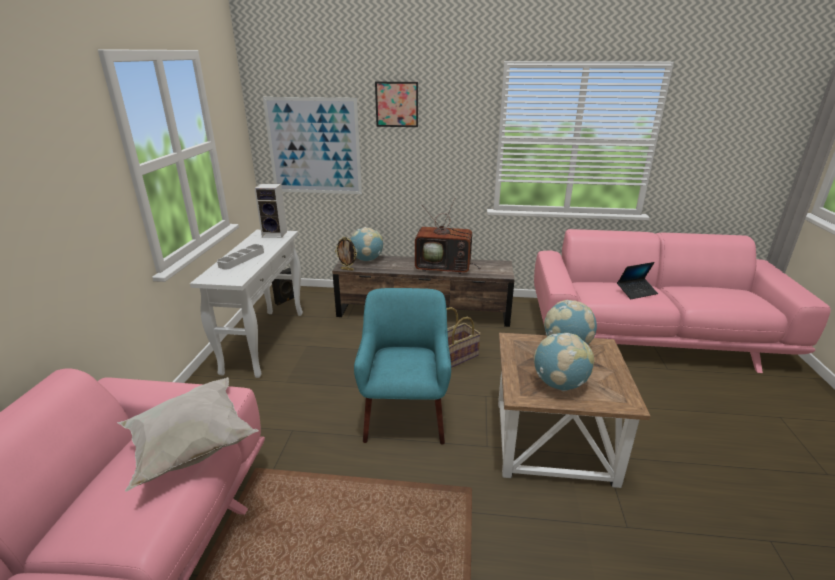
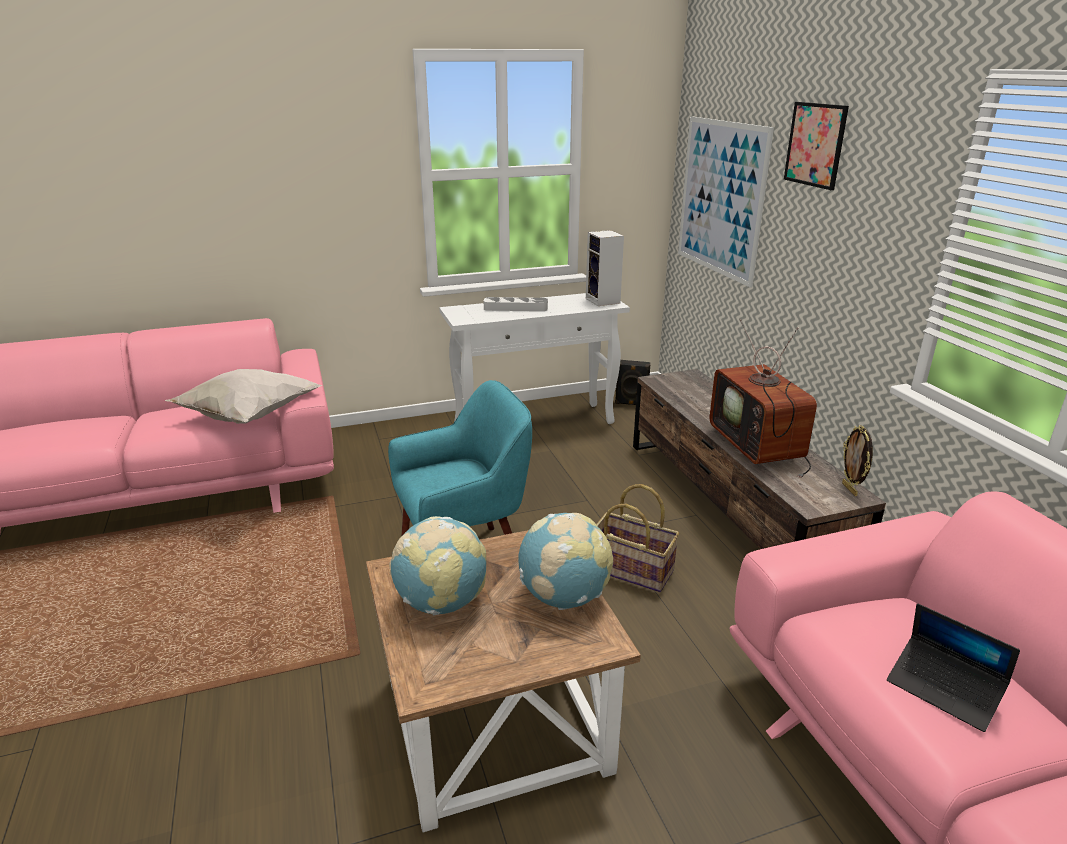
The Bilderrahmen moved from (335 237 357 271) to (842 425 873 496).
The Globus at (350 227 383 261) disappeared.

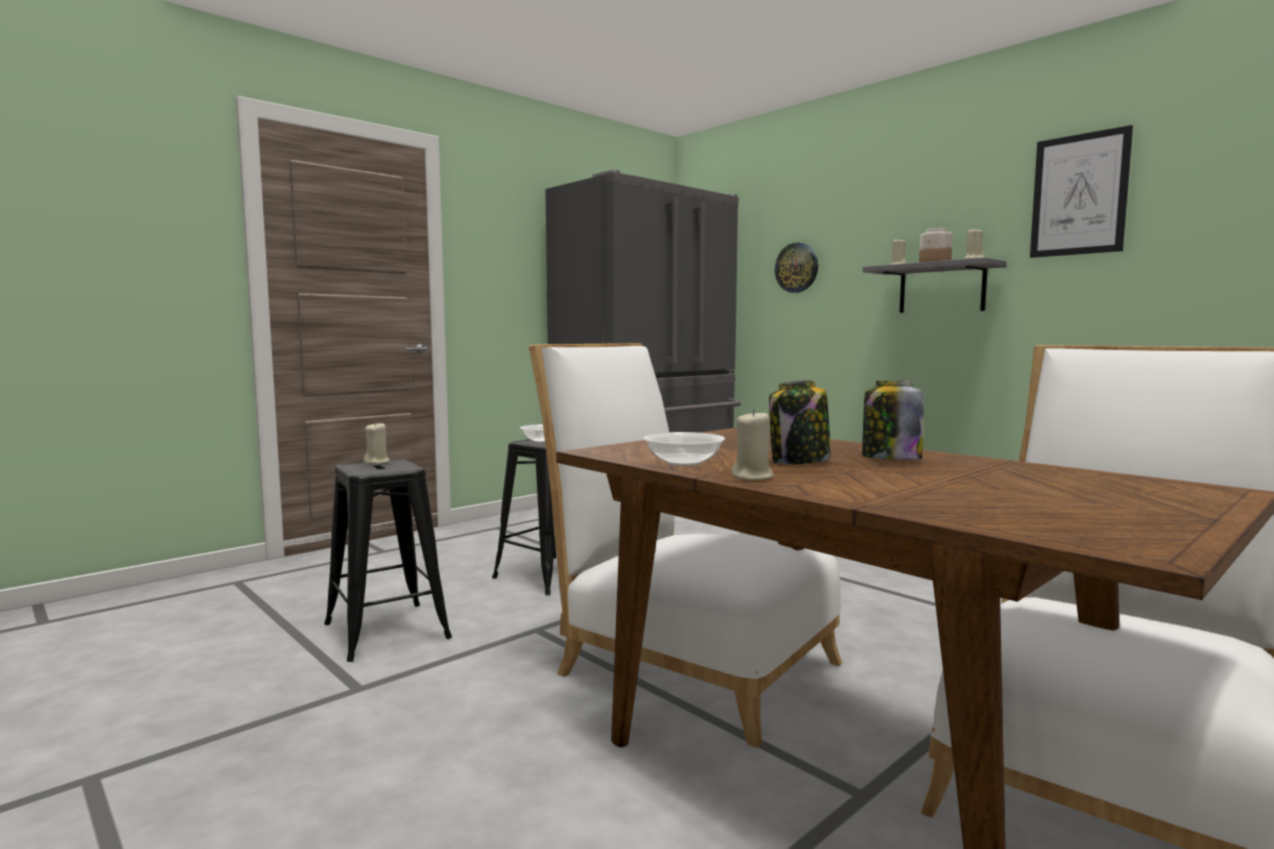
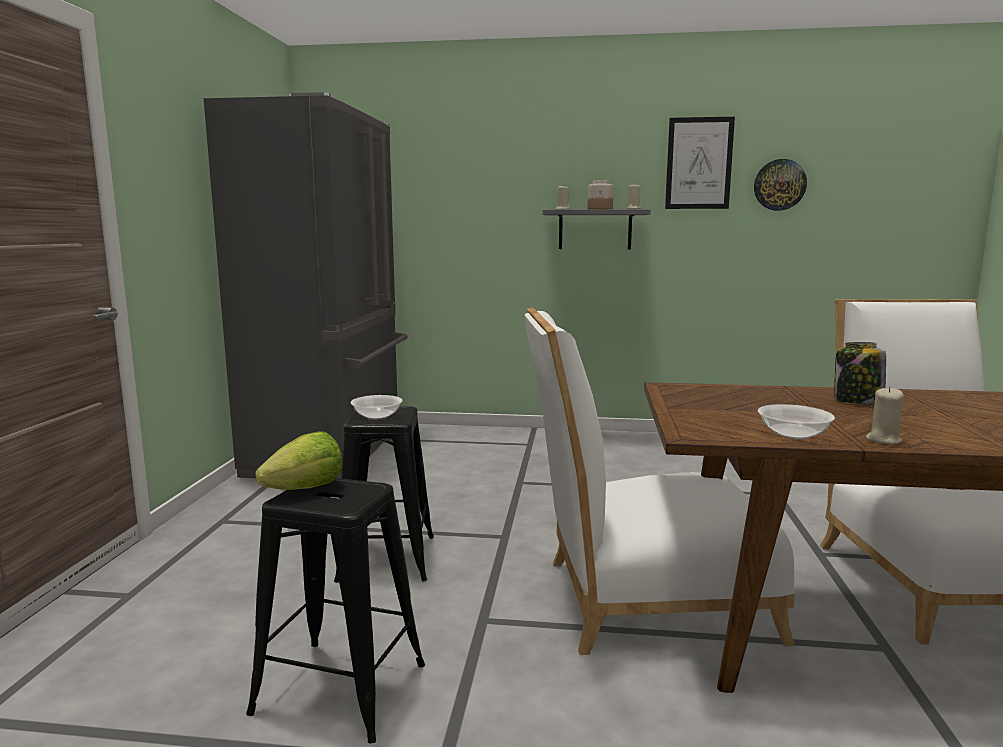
The Kerze [beige] at (363 422 390 464) was replaced by the Salatkopf at (255 431 342 490).
The Wanduhr moved from (775 242 818 293) to (754 159 807 211).
The Vorratsglas at (769 380 831 465) disappeared.

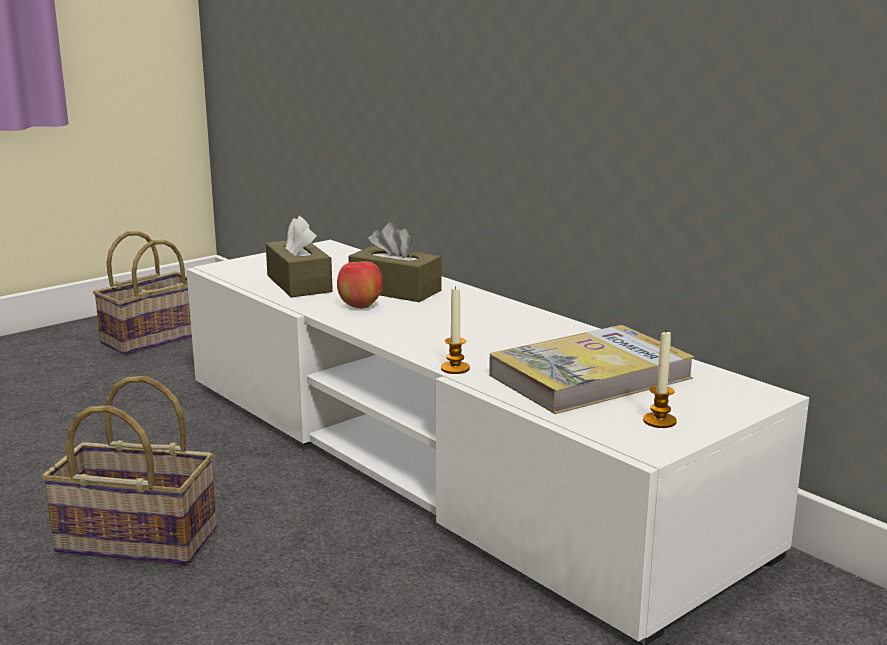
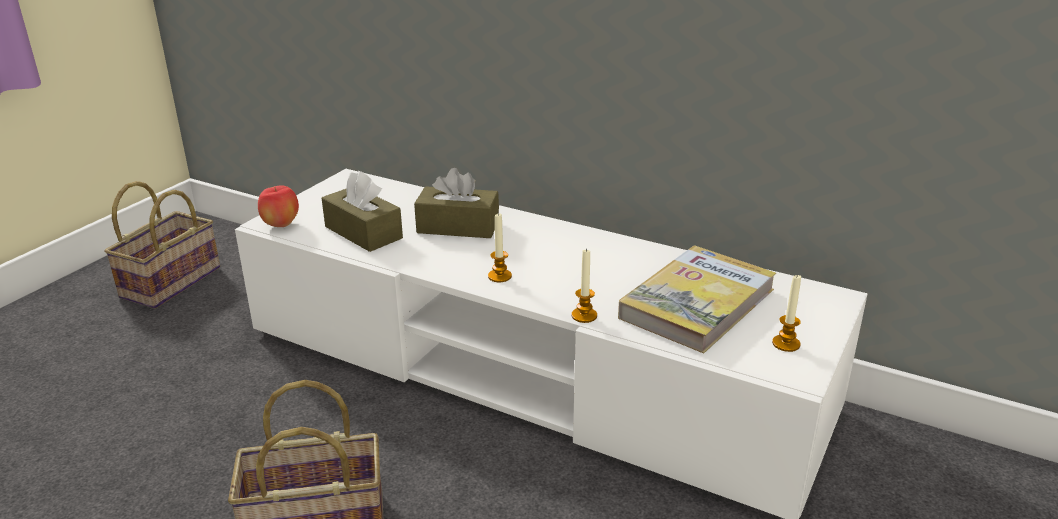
The Apfel moved from (337 261 383 308) to (258 185 299 227).
The Kerze at (488 214 512 282) appeared.

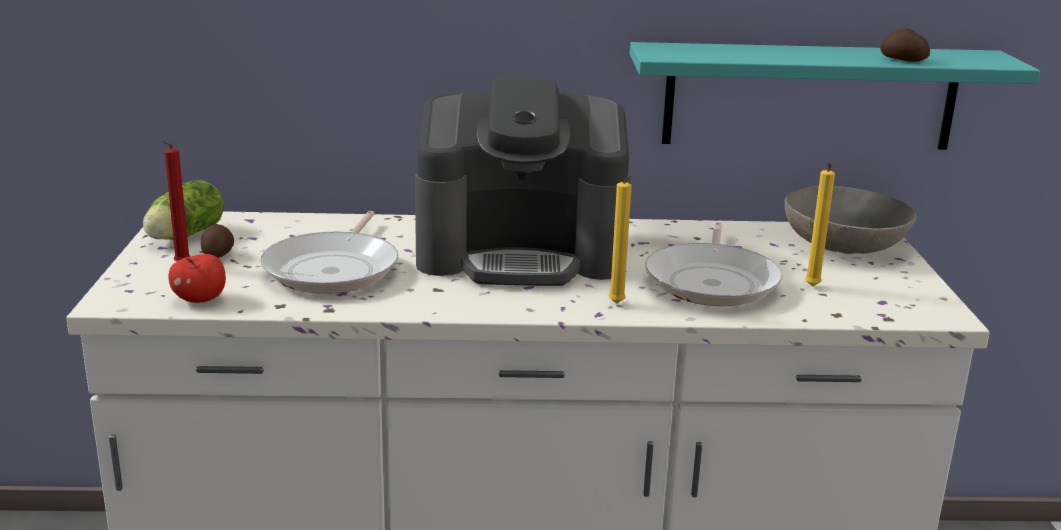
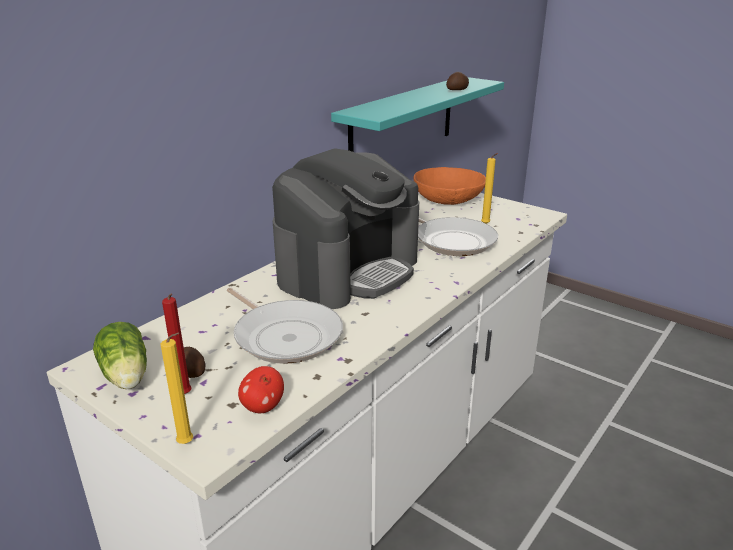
The Kerze [gelb] moved from (609 175 632 304) to (160 333 193 444).
The Schüssel [grau] at (784 186 916 253) became the Schüssel [orange] at (413 167 486 205).

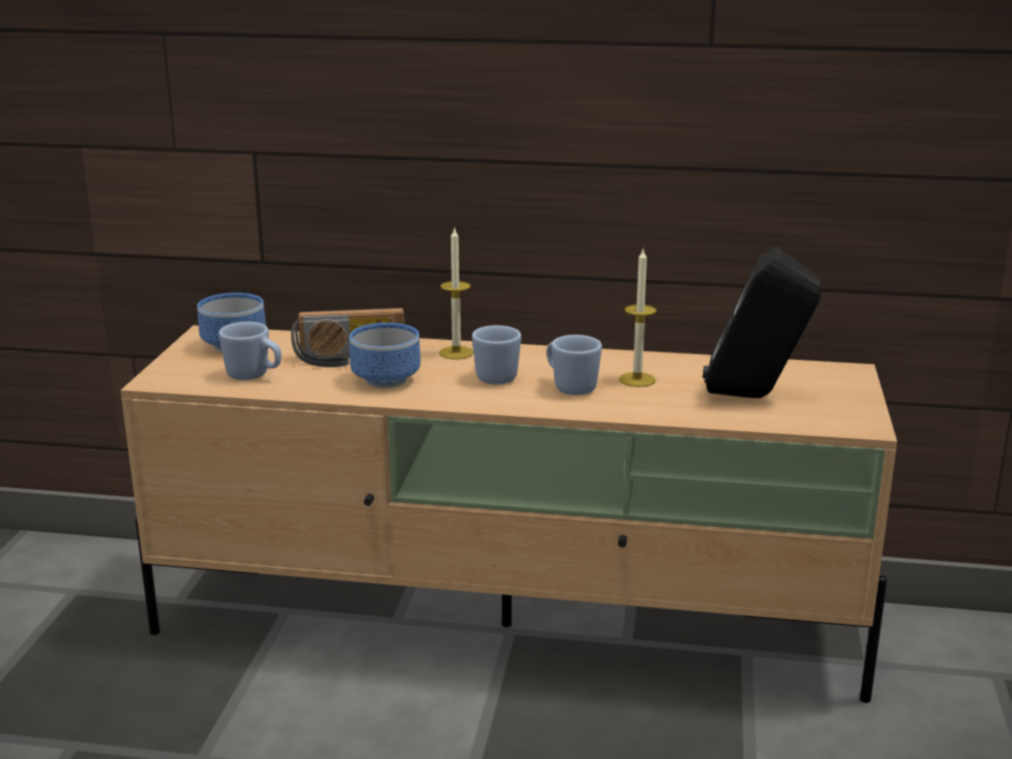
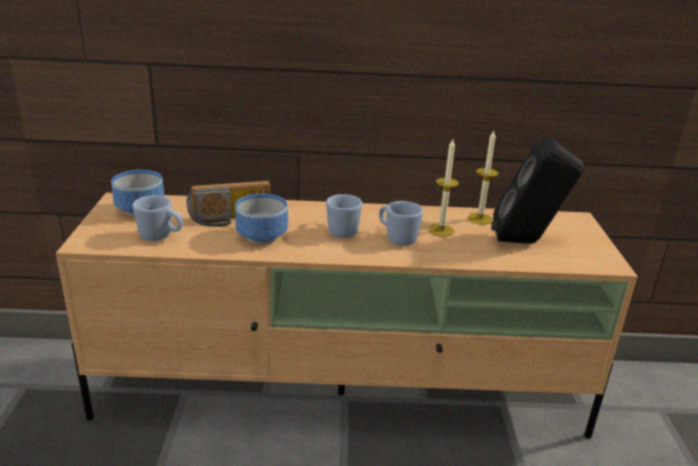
The Kerze moved from (439 226 474 359) to (468 131 498 224).

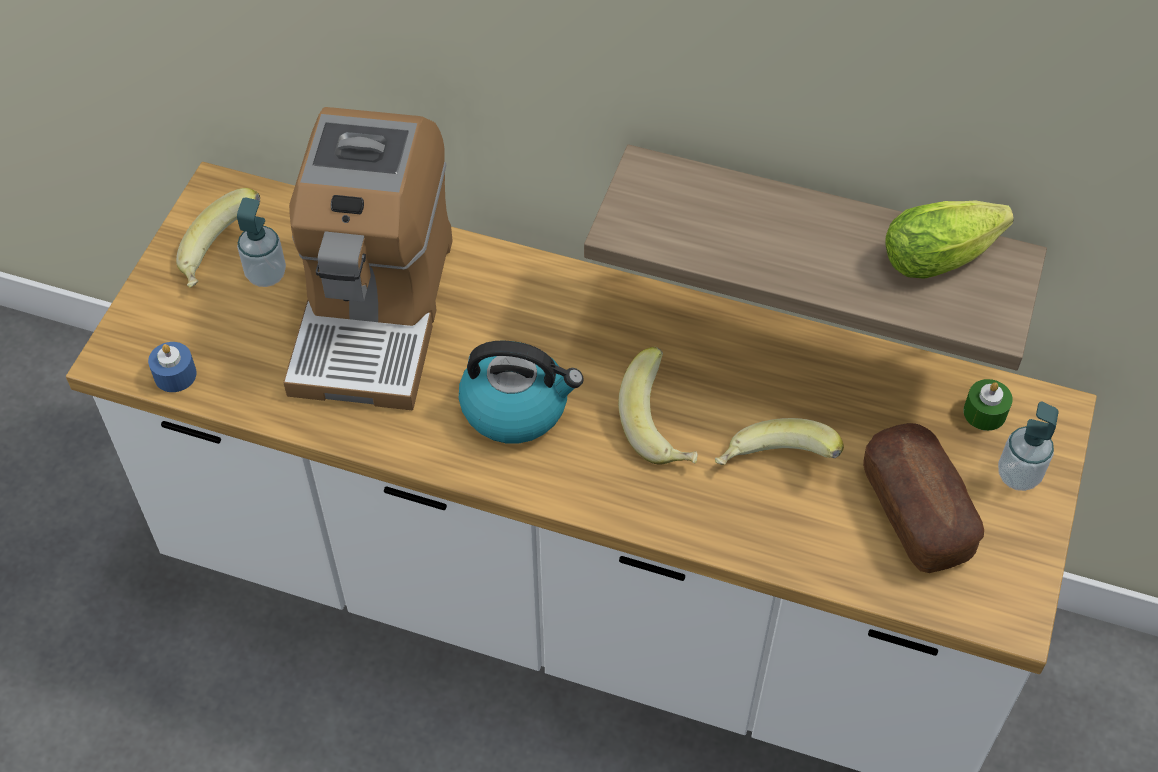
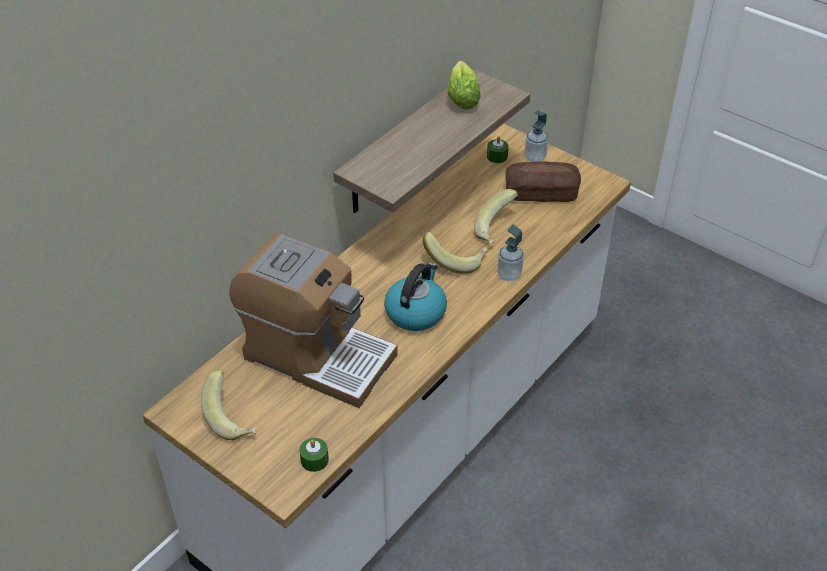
The Kerze [blau] at (148 342 197 392) became the Kerze [grün] at (299 438 329 472).
The Seifenspender moved from (237 197 286 287) to (498 225 524 281).

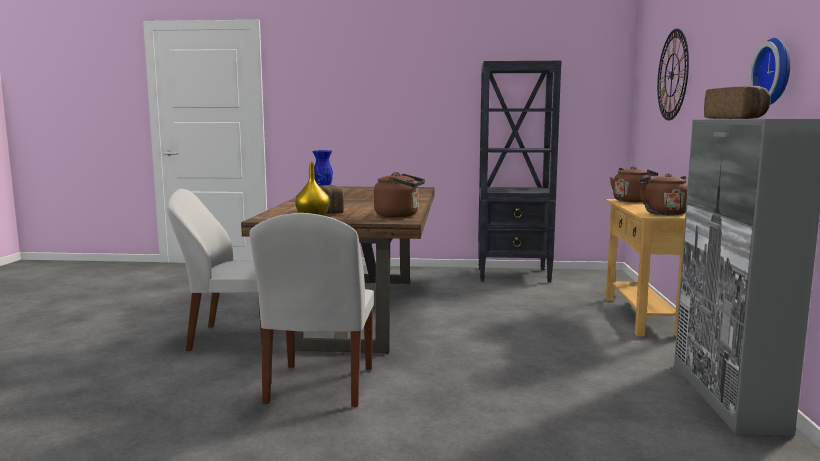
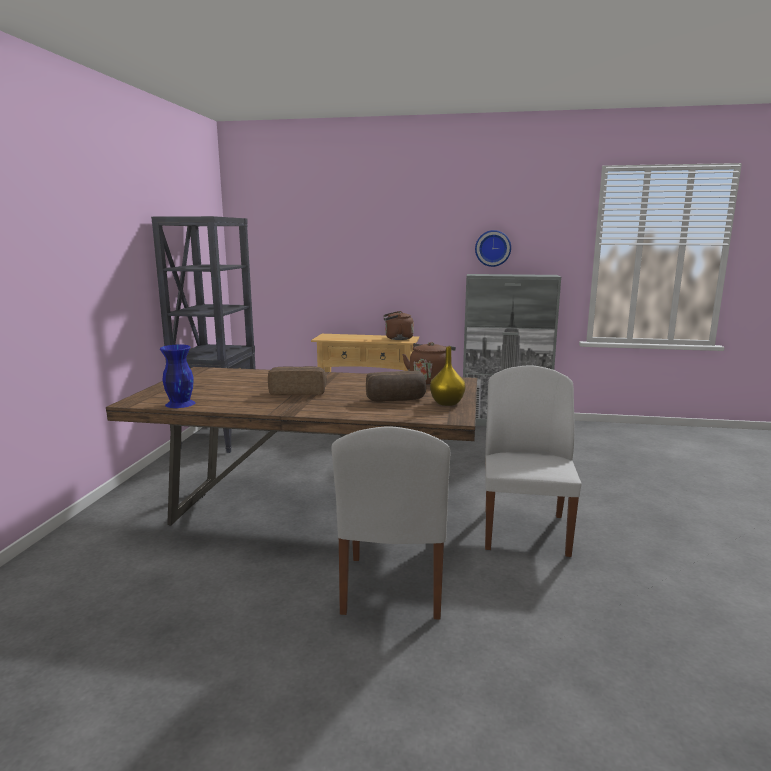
The Brot moved from (704 86 771 119) to (268 366 327 395).
The Stuhl [weiß] at (250 213 374 407) turned 90 degrees counterclockwise.
The Wasserkessel [braun] at (610 166 658 202) disappeared.
The Wanduhr at (657 29 689 120) disappeared.

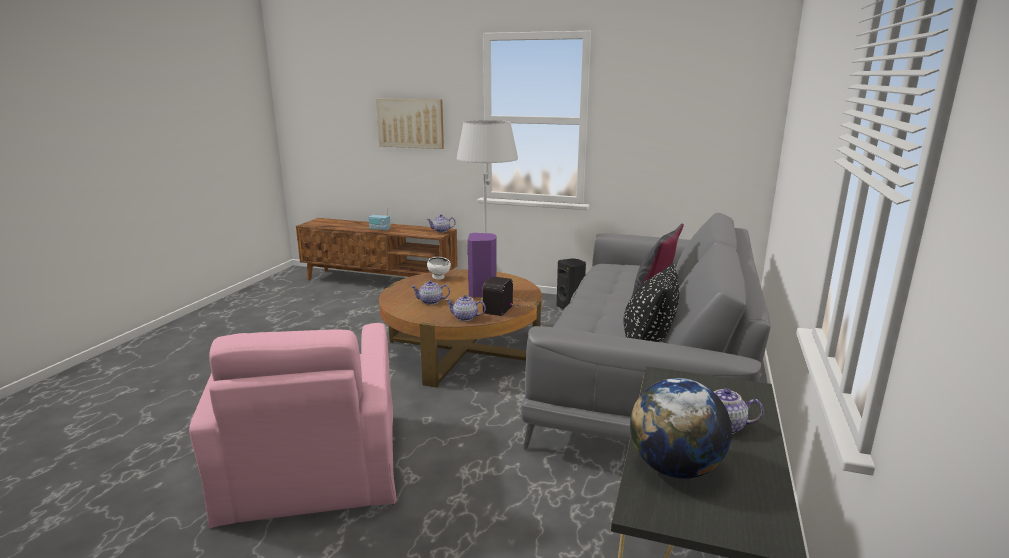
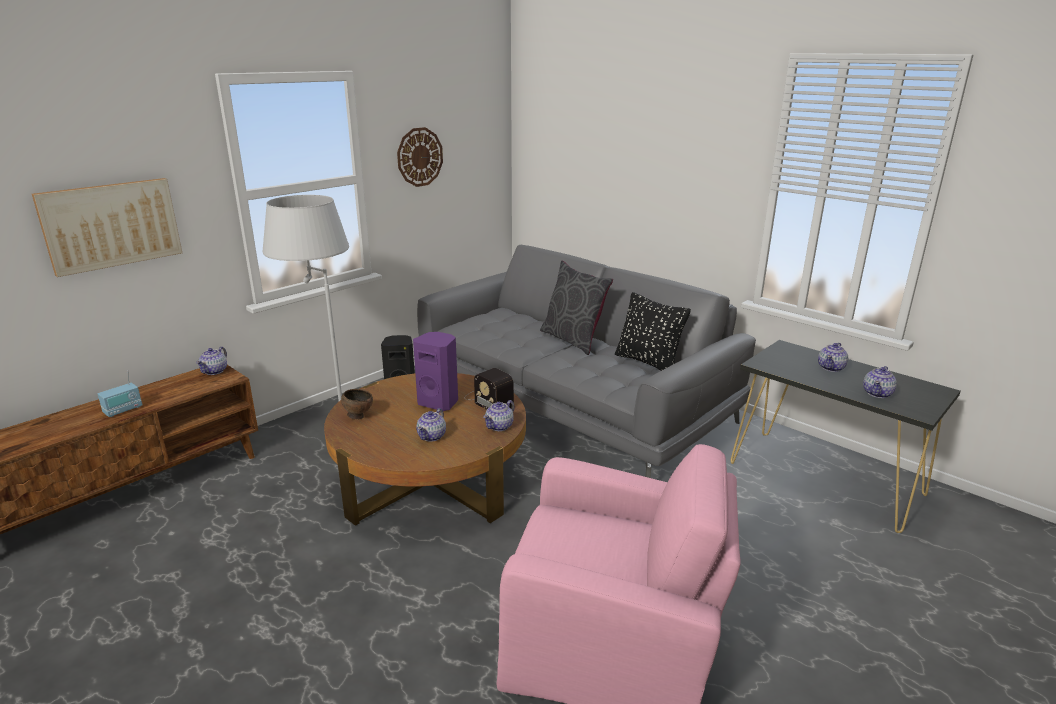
The Schüssel [weiß] at (427 257 451 280) became the Schüssel [braun] at (341 389 373 419).
The Wanduhr at (397 127 443 187) appeared.
The Globus at (630 378 732 479) was replaced by the Teekanne at (863 366 897 398).

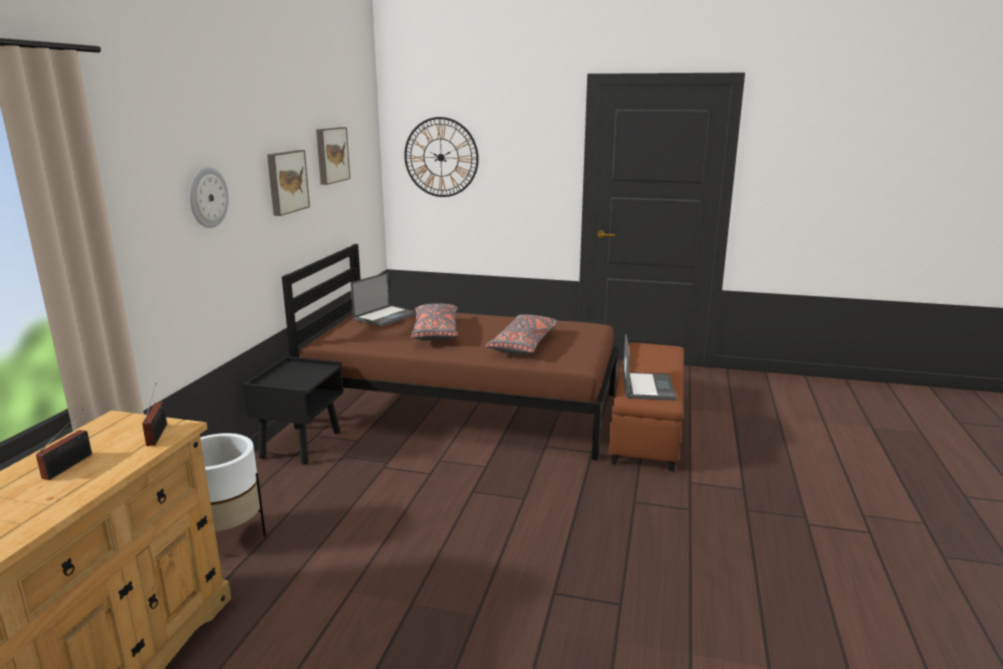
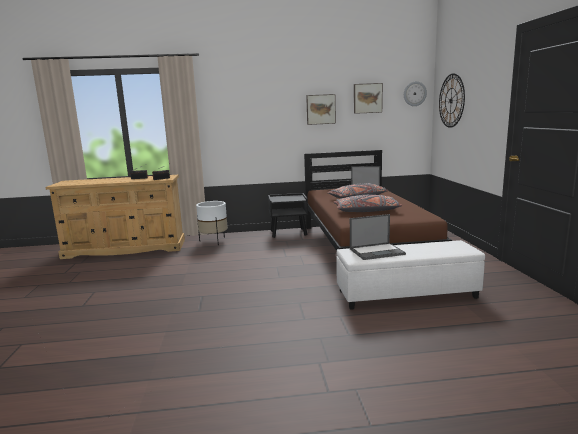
The Polsterhocker [braun] at (609 343 684 471) became the Polsterhocker [weiß] at (336 240 485 310).
The Wanduhr moved from (190 167 229 228) to (404 81 427 106).

